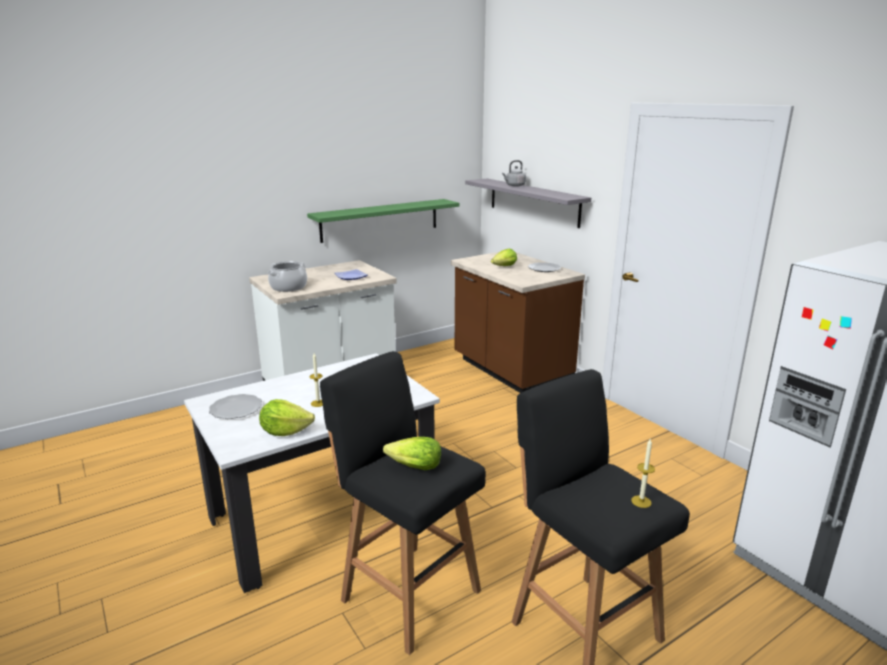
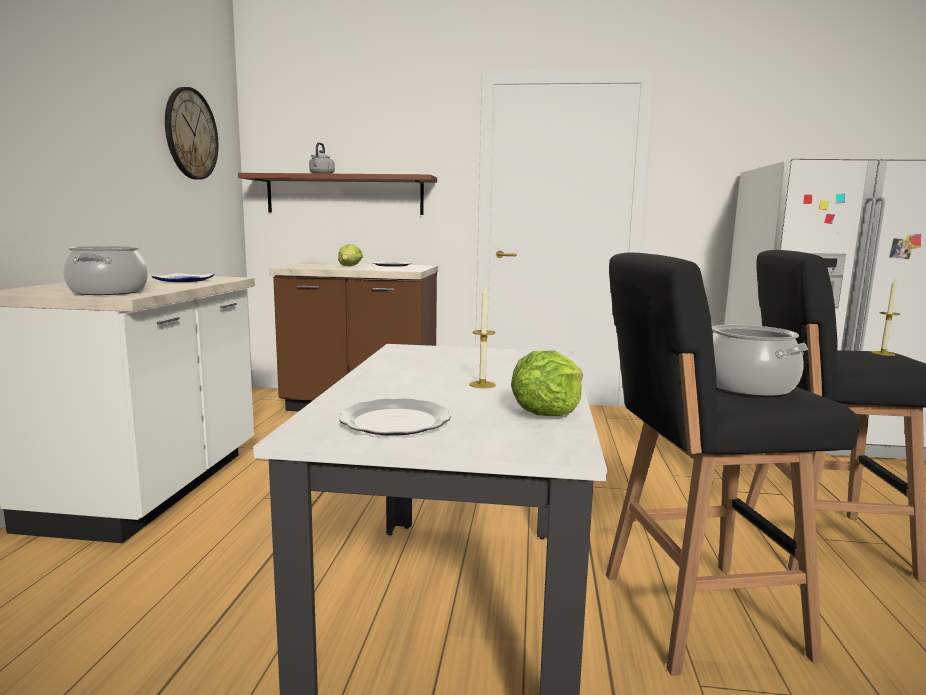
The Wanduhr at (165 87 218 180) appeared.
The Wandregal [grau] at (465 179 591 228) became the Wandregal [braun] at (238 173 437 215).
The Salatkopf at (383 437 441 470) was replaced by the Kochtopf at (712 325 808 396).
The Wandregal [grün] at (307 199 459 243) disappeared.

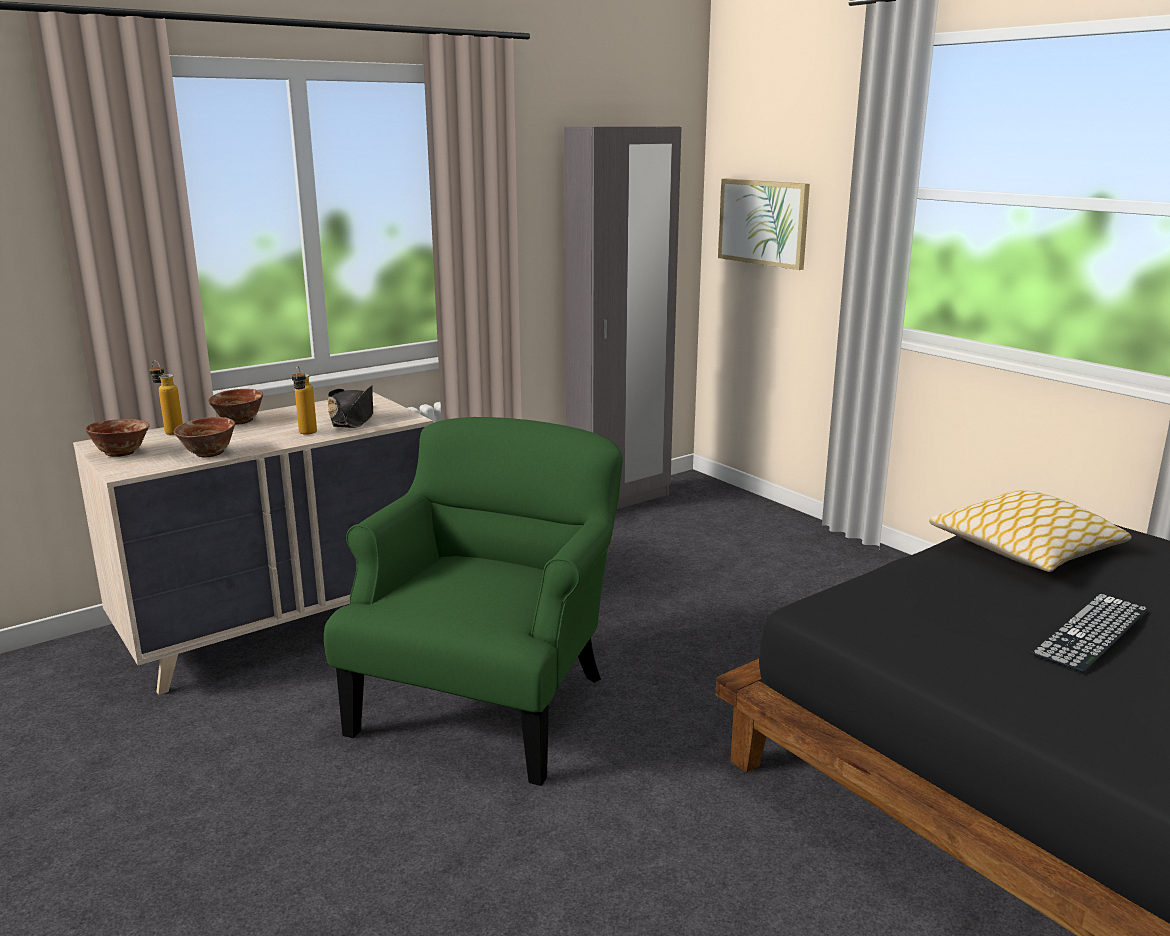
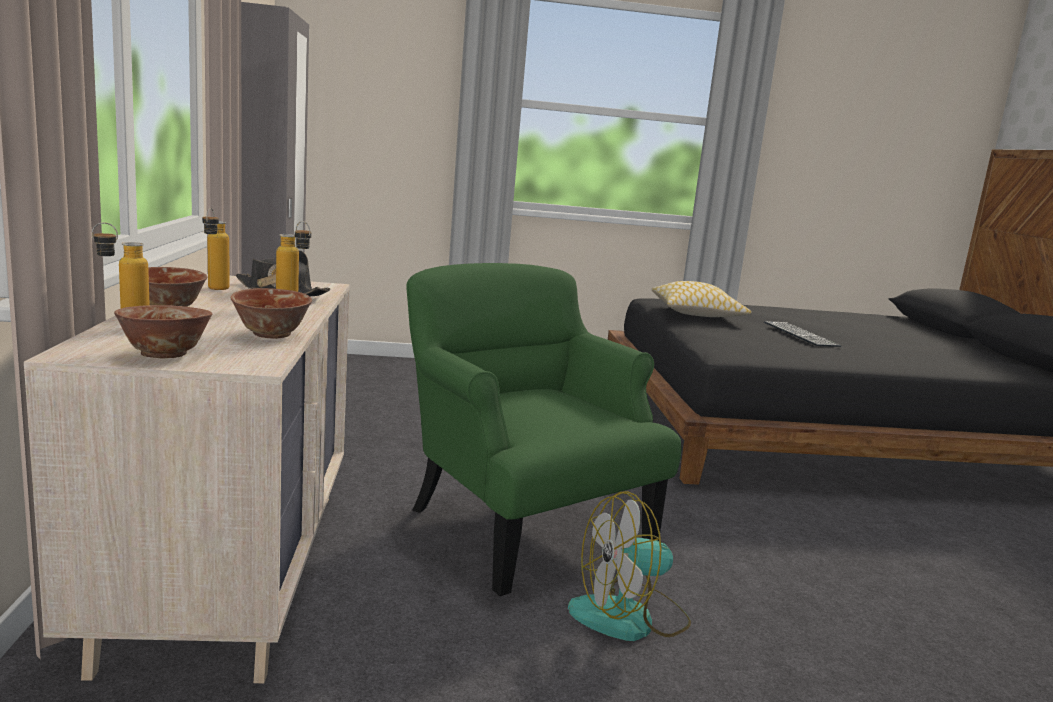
The Flasche at (202 208 230 290) appeared.
The Ventilator at (568 491 691 641) appeared.
The Bild at (718 179 810 270) disappeared.

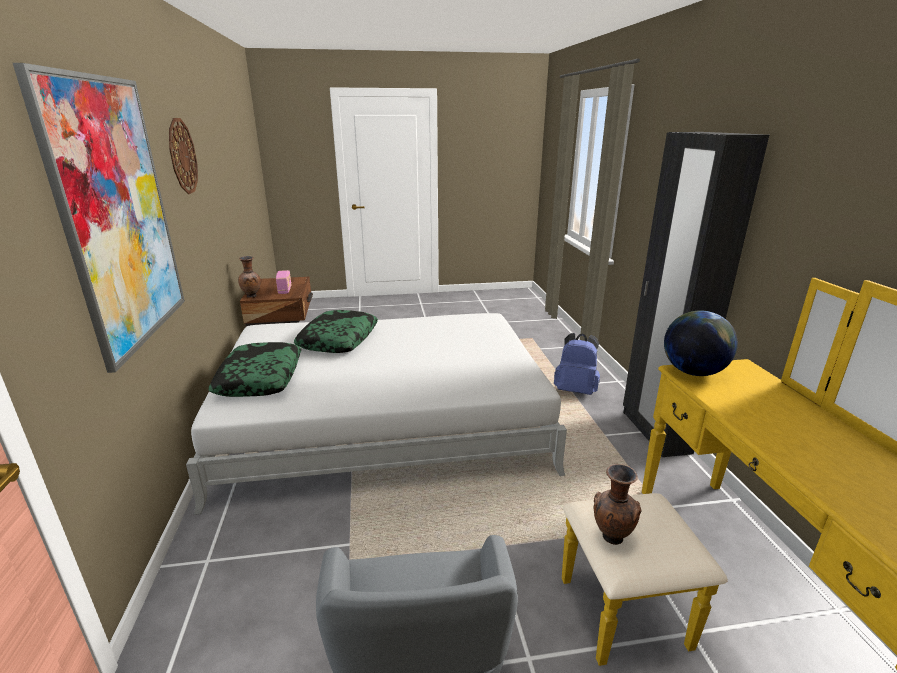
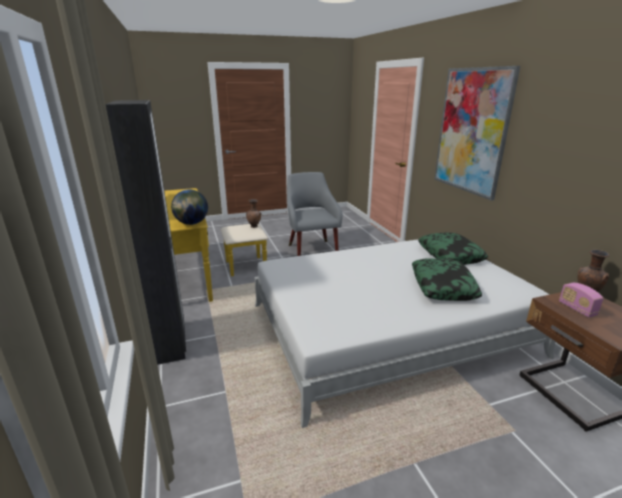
The Wanduhr at (169 118 198 194) disappeared.
The Rucksack [blau] at (554 333 600 395) disappeared.

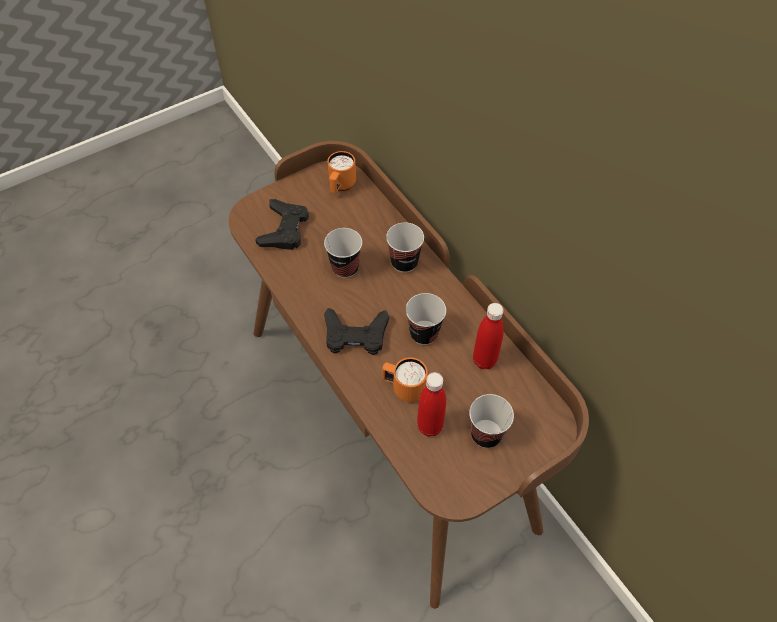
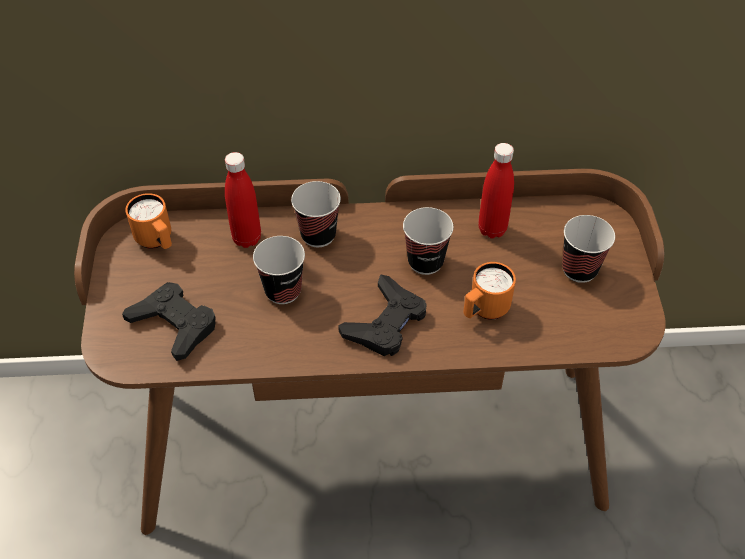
The Flasche [rot] moved from (417 372 446 437) to (225 152 261 248).

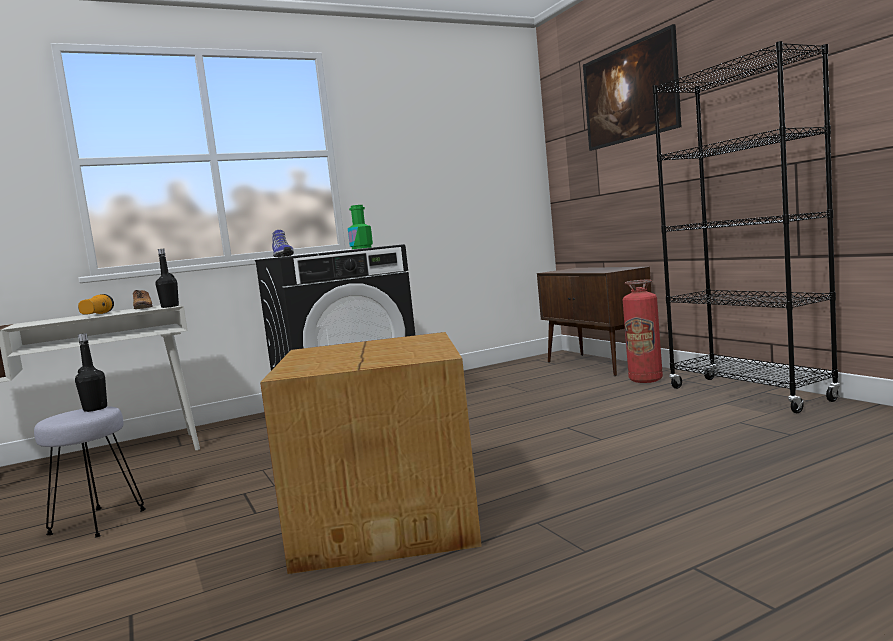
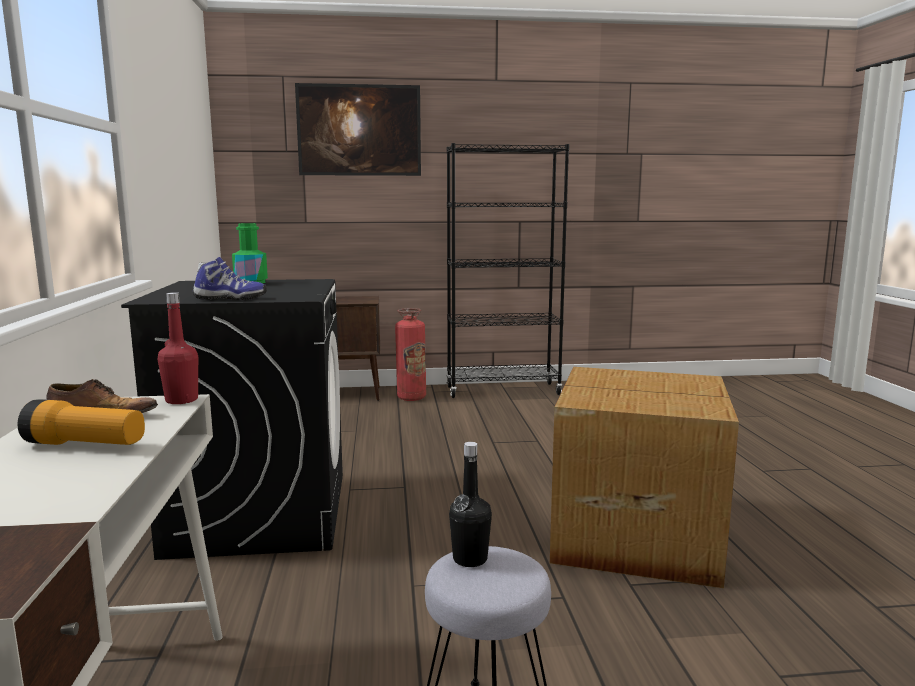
The Flasche [schwarz] at (156 249 179 308) became the Flasche [rot] at (158 292 198 404).

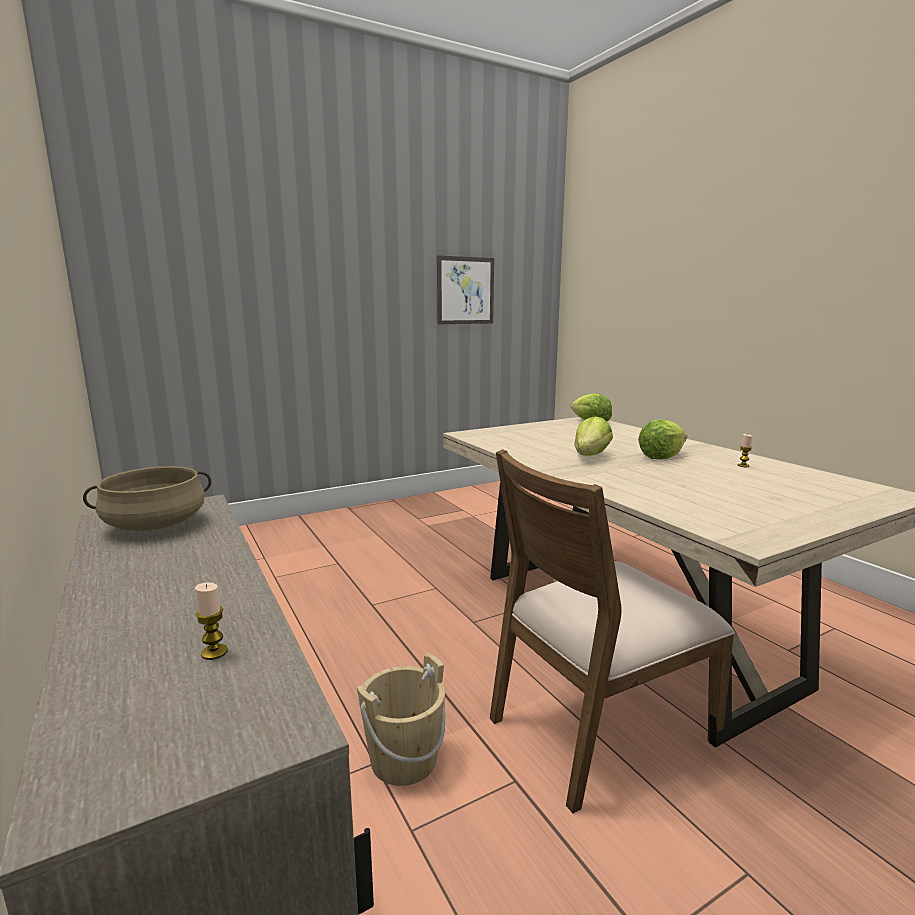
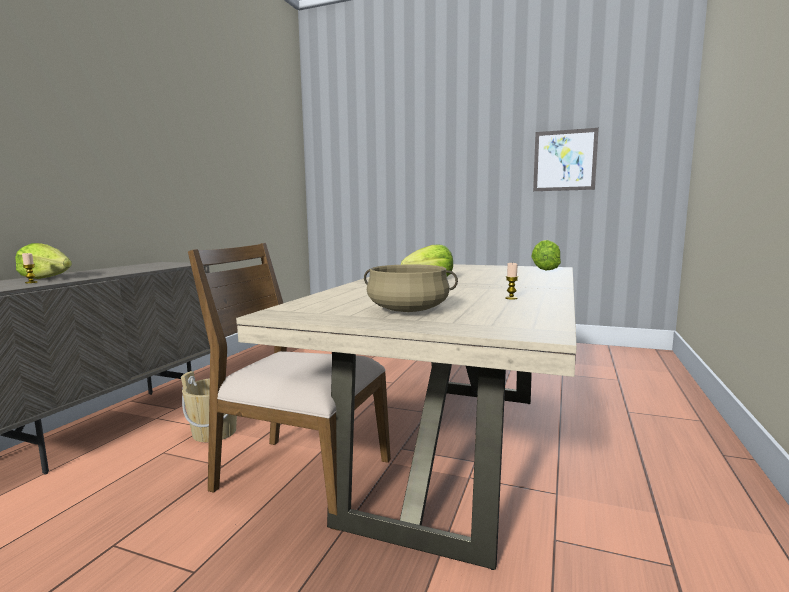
The Salatkopf moved from (638 419 687 459) to (15 243 72 279).
The Kochtopf [beige] moved from (83 466 211 531) to (364 264 458 312).

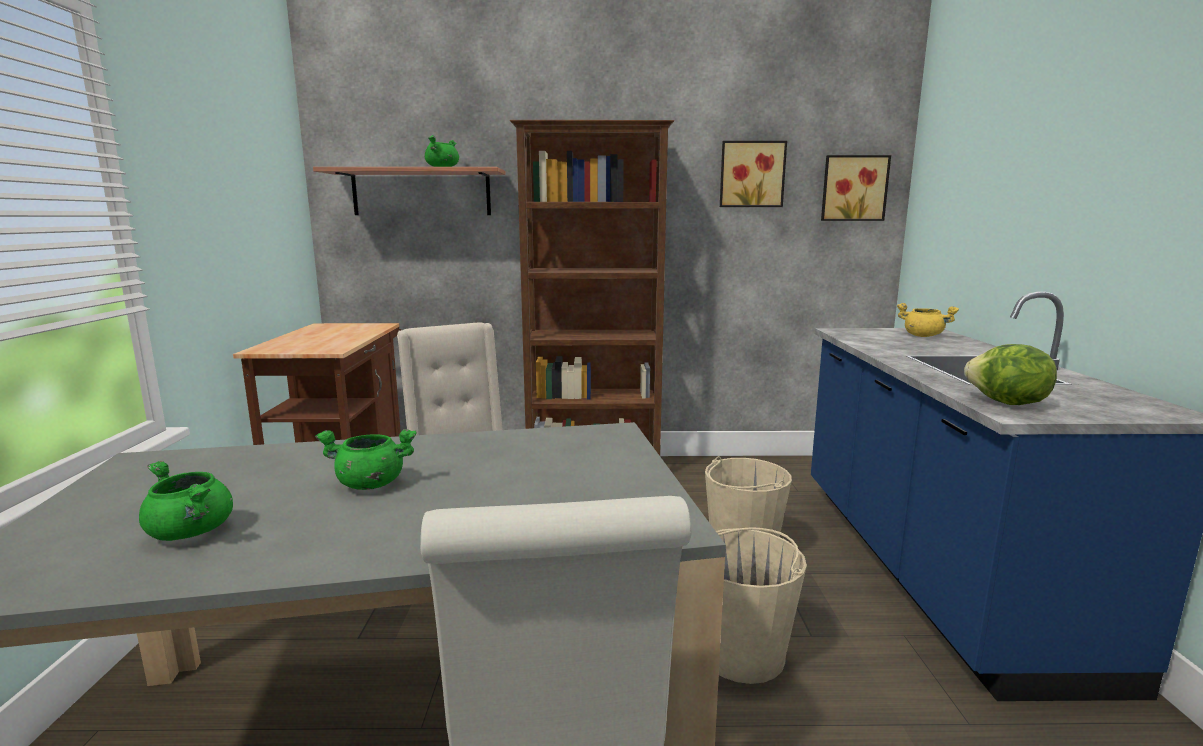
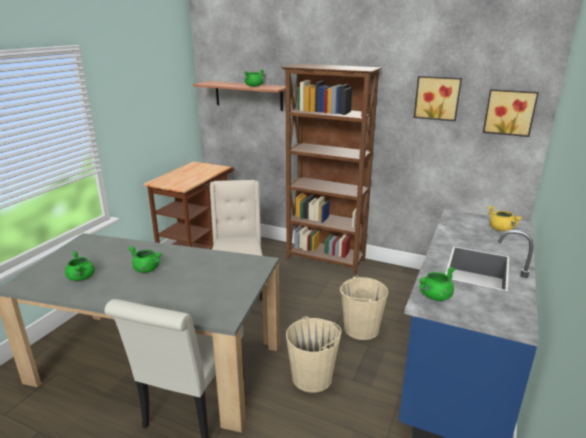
The Salatkopf at (964 344 1057 405) was replaced by the Kochtopf [grün] at (418 267 455 301).

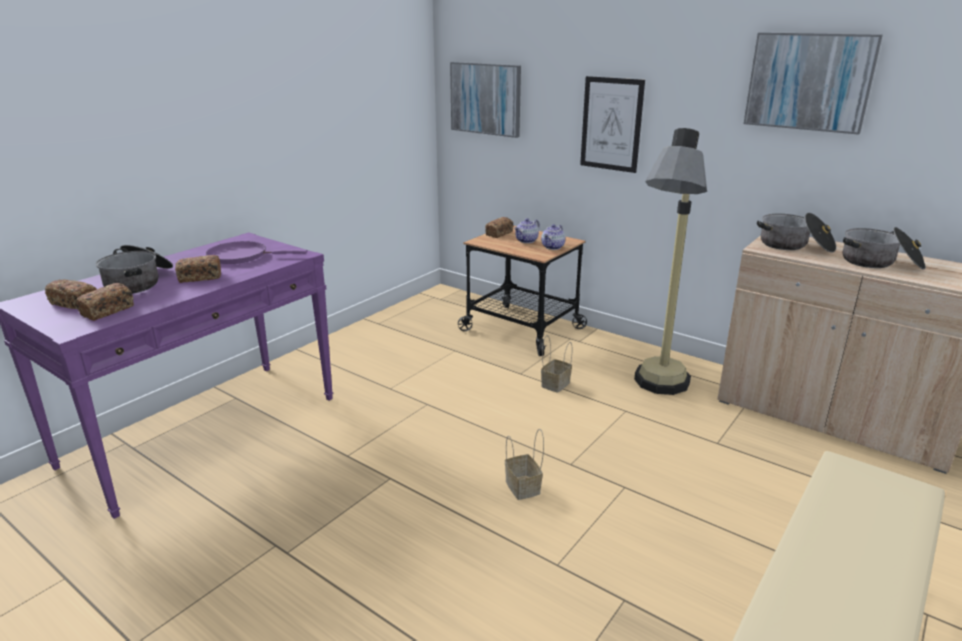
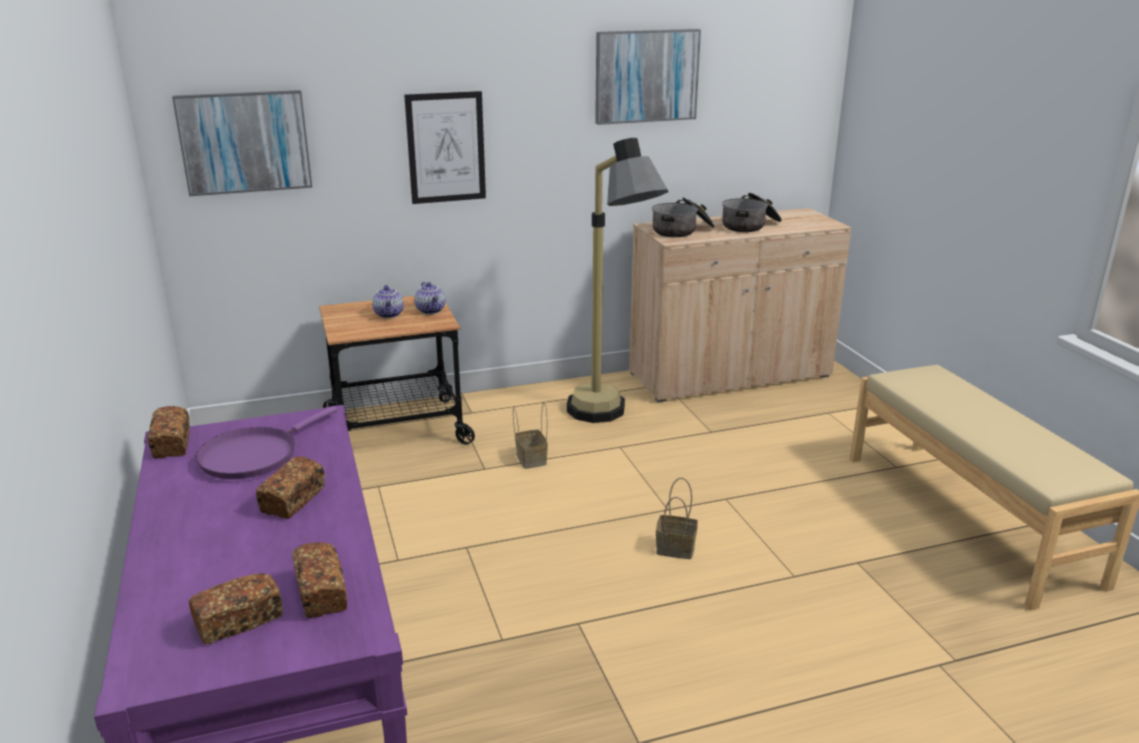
The Brot moved from (485 217 514 238) to (148 406 190 458).
The Kochtopf at (96 245 173 294) disappeared.

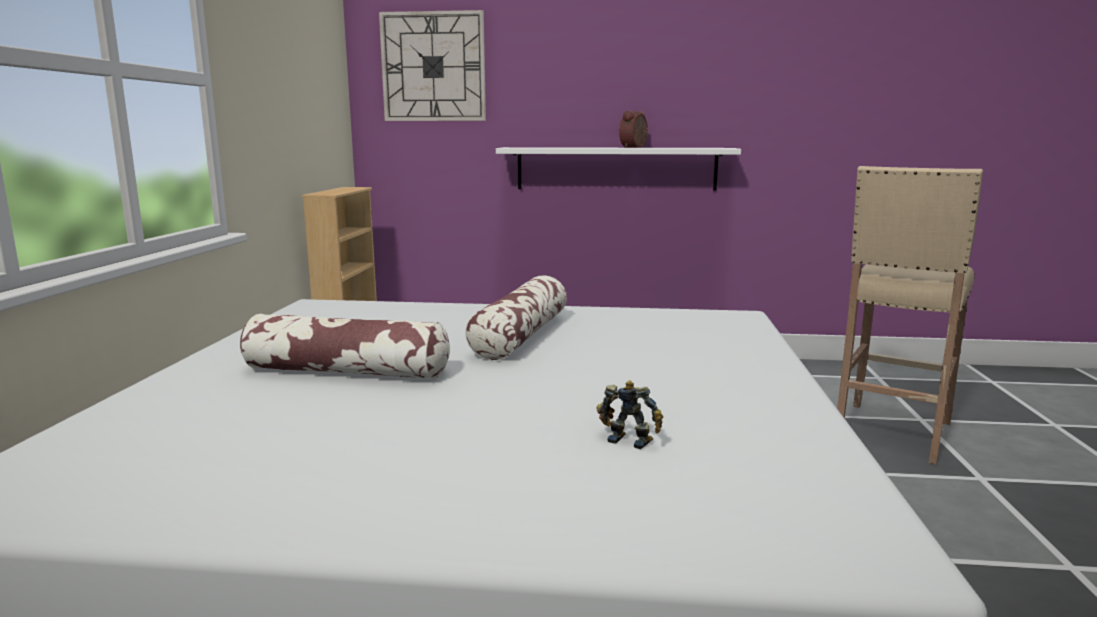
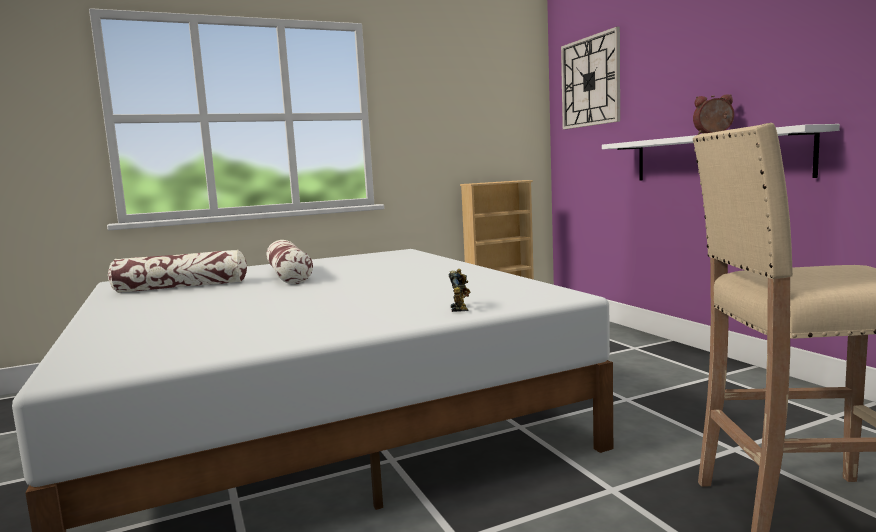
The Kissen moved from (465 275 567 360) to (108 250 247 293).
The Spielzeugroboter moved from (596 380 663 450) to (449 269 471 312).

